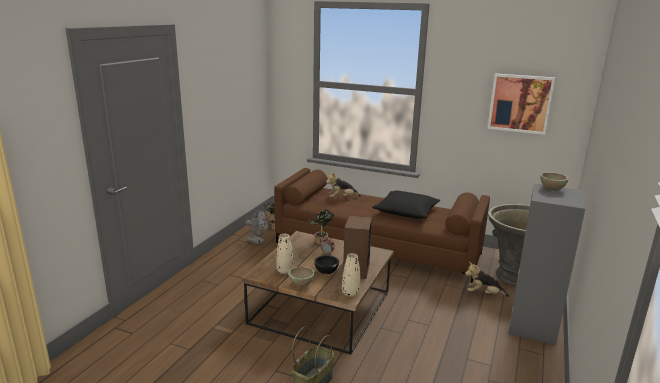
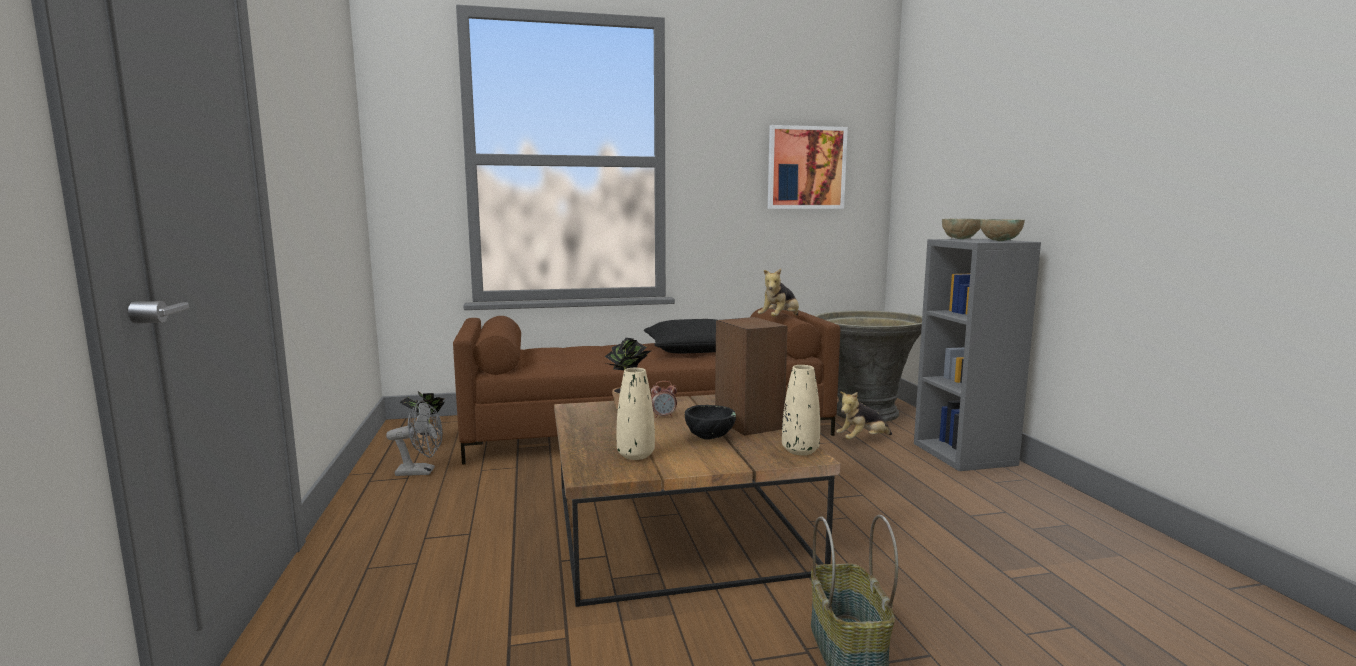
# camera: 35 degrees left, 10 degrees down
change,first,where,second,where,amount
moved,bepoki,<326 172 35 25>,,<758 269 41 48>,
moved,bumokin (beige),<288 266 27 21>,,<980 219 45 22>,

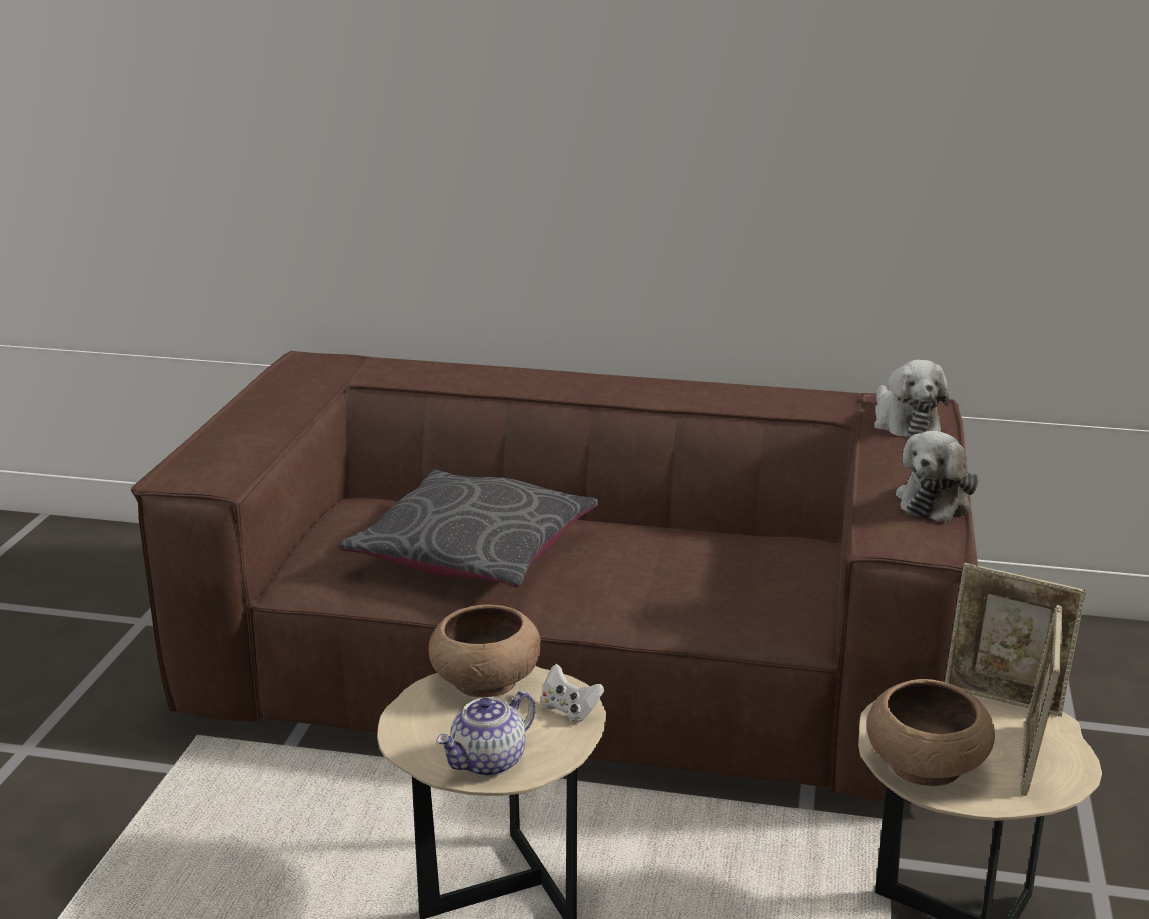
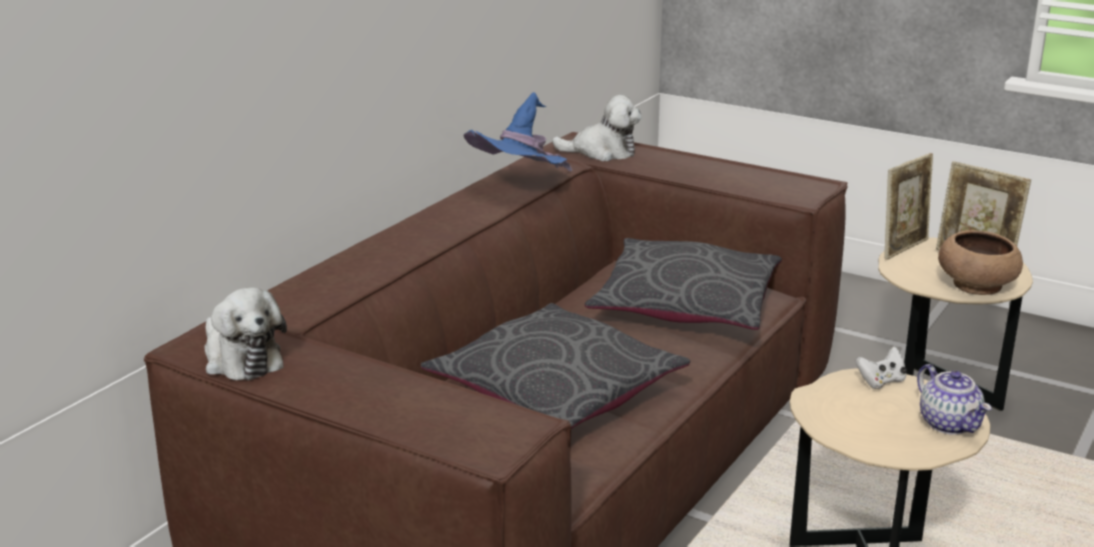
# camera: 70 degrees left, 0 degrees up
change,first,where,second,where,amount
moved,bepoki,<896 431 83 91>,,<204 287 83 93>,
removed,bumokin (brown),<428 605 113 92>,,,
added,,,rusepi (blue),<463 92 109 79>,
added,,,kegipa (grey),<585 238 197 92>,

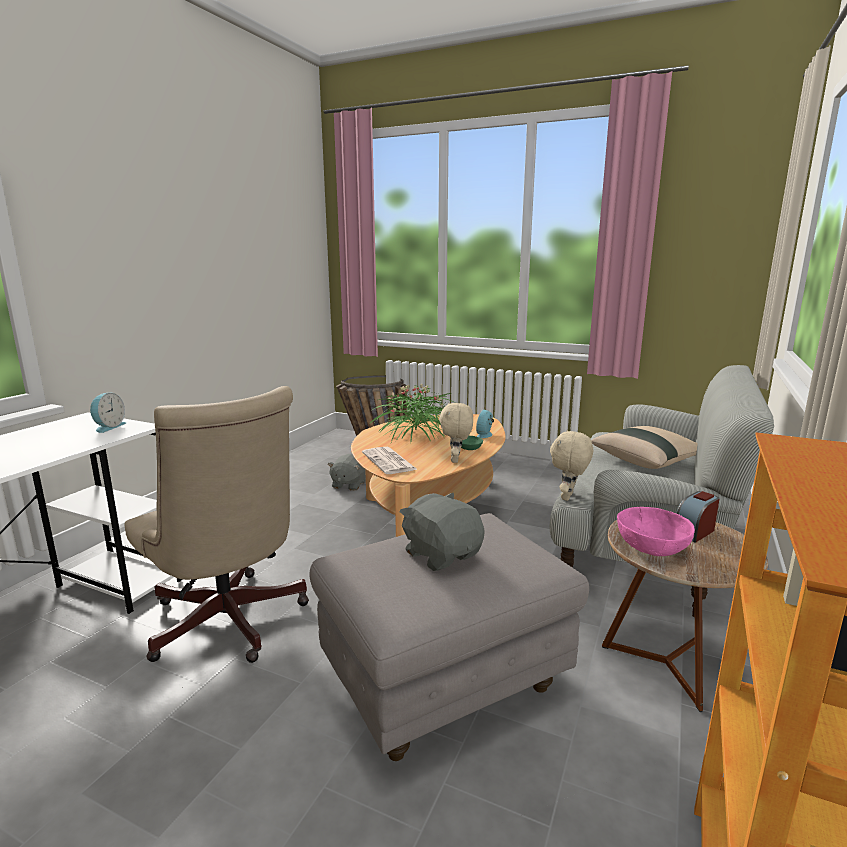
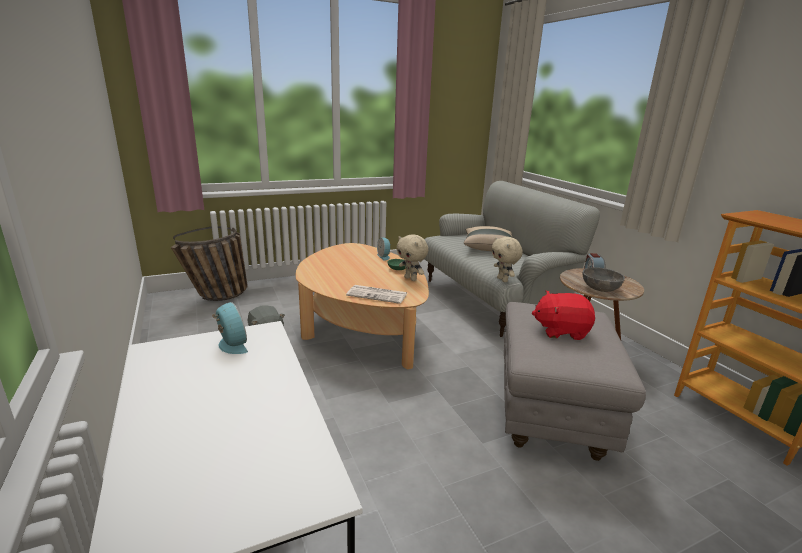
# camera: 50 degrees left, 5 degrees up
change,first,where,second,where,amount
removed,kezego,<369 384 84 59>,,,
removed,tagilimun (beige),<124 386 185 277>,,,
recoloured,bepoki (grey),<400 493 85 78>,bepoki (red),<532 291 63 49>,
recoloured,bumokin (pink),<617 506 78 50>,bumokin (grey),<583 267 42 25>,

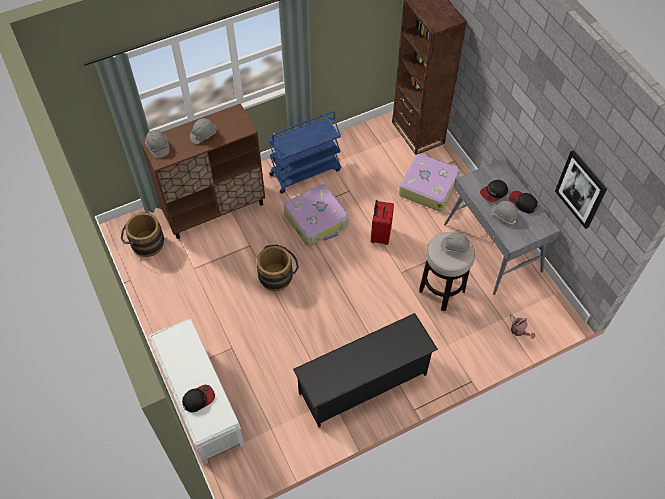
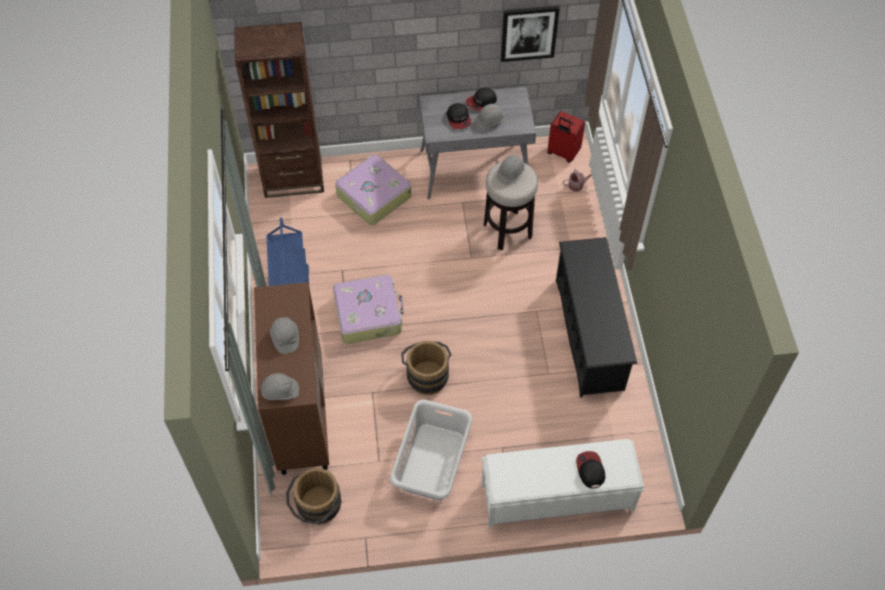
# camera: 70 degrees left, 0 degrees up
change,first,where,second,where,amount
moved,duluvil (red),<371 200 23 45>,,<547 111 38 52>,
added,,,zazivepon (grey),<390 400 82 100>,

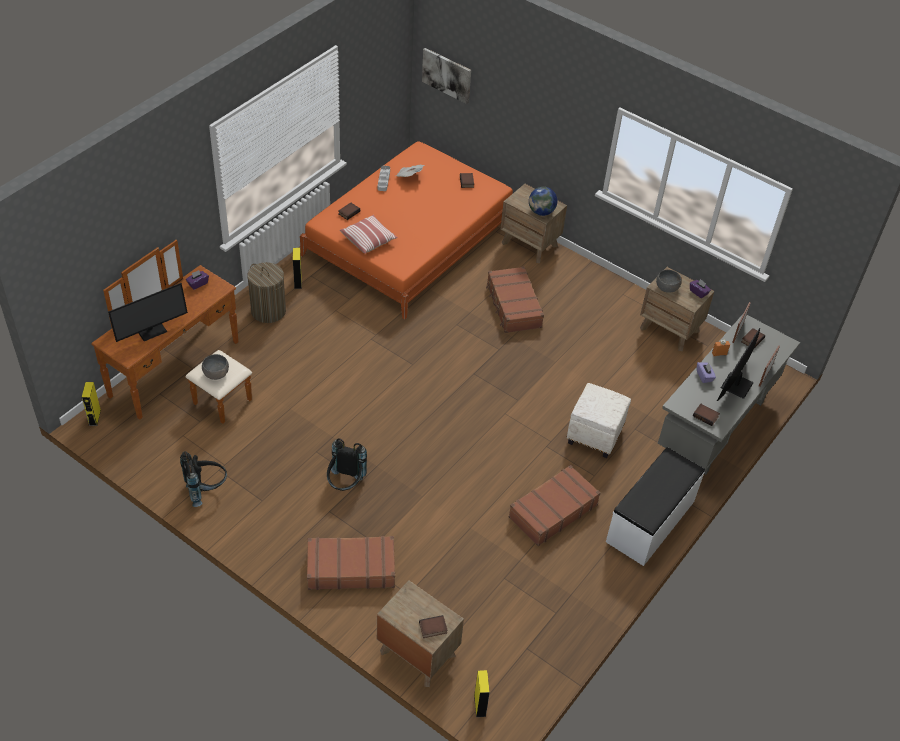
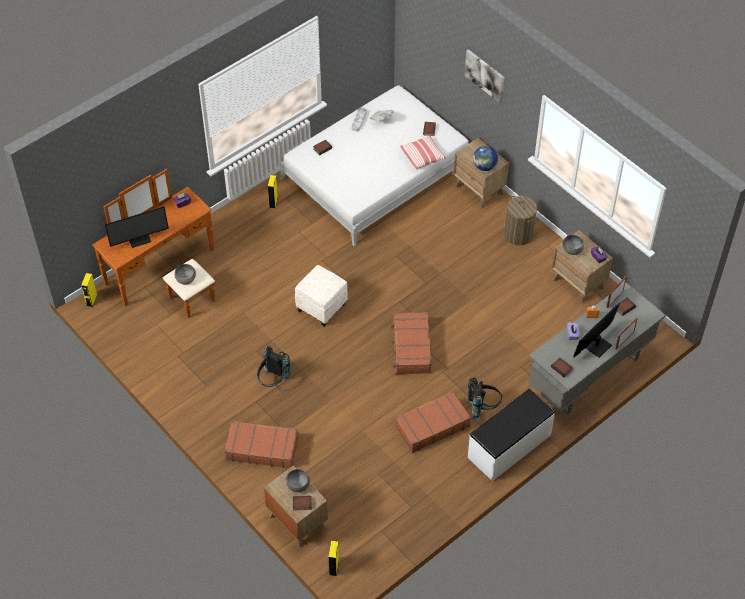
# camera: 15 degrees right, 5 degrees up
change,first,where,second,where,amount
moved,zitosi,<422 48 49 56>,,<465 49 40 54>,
recoloured,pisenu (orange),<300 141 213 179>,pisenu (white),<280 85 189 162>,
moved,kegipa,<340 215 58 39>,,<400 135 46 35>,
moved,zazivepon,<247 262 39 61>,,<504 196 33 49>,
moved,duluvil (brown),<486 266 58 67>,,<391 312 41 62>,
moved,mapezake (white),<567 383 64 75>,,<295 265 53 62>,
moved,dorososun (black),<180 451 47 56>,,<467 377 36 44>,
added,,,bumokin (grey),<286 469 24 23>,

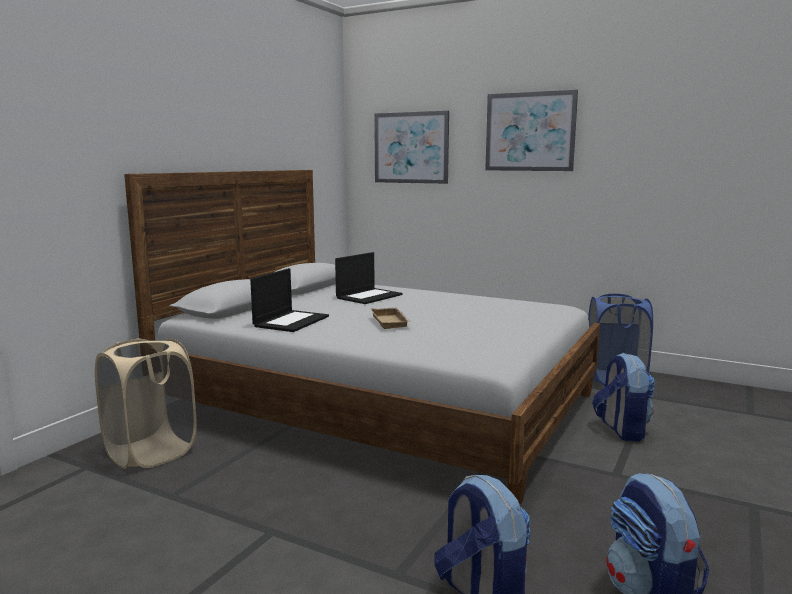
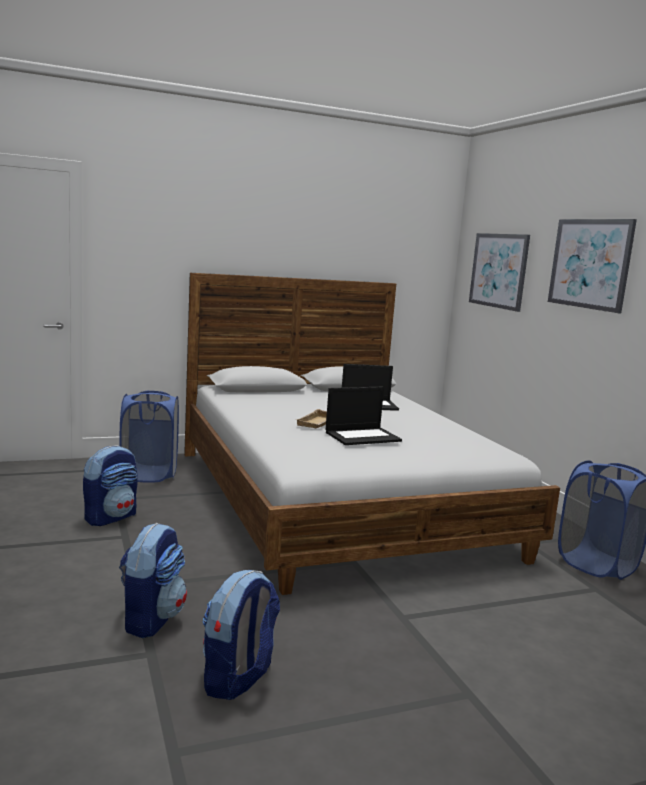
# camera: 40 degrees right, 0 degrees up
change,first,where,second,where,amount
moved,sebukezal,<250 268 79 64>,,<326 387 76 58>,
recoloured,zazivepon (beige),<95 338 102 131>,zazivepon (blue),<120 390 59 93>,
moved,dorososun,<592 353 63 89>,,<83 445 55 81>,

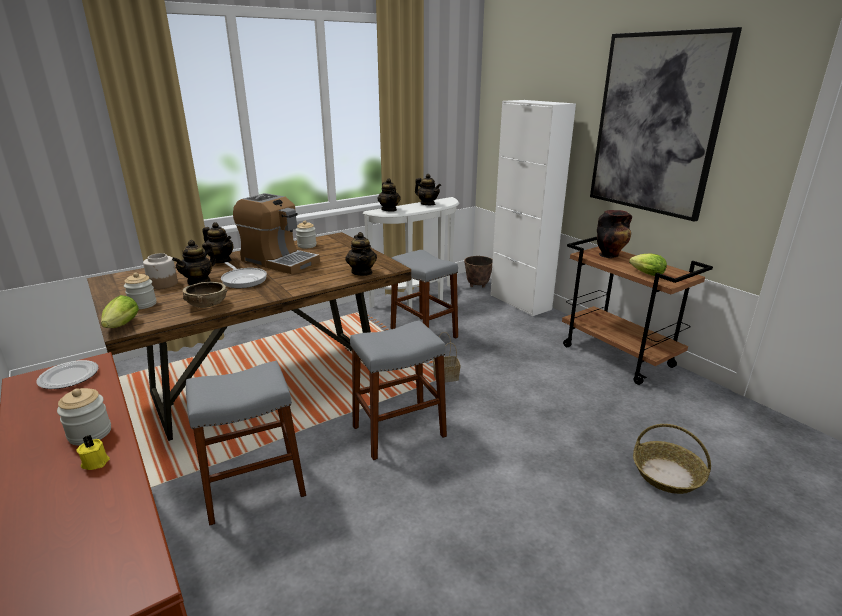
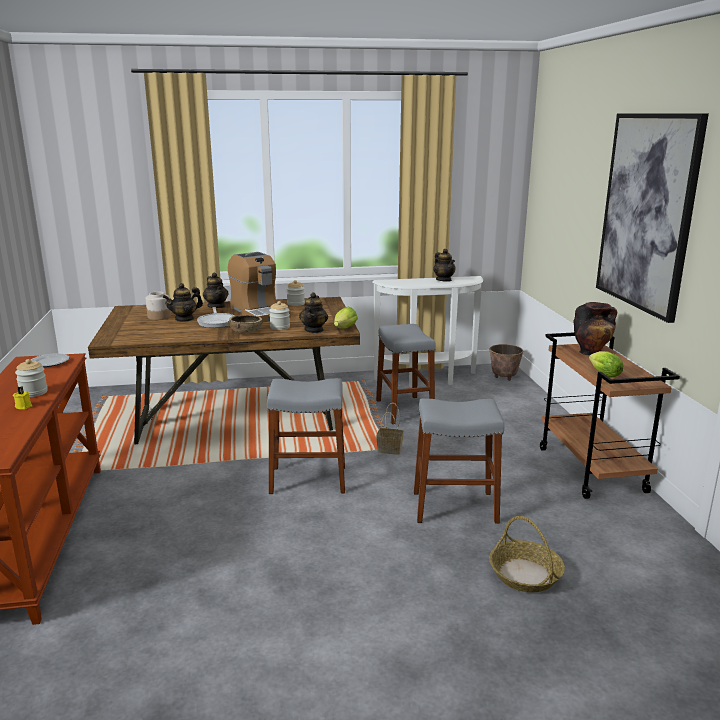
# camera: 25 degrees right, 5 degrees down
change,first,where,second,where,amount
removed,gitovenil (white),<490 100 86 216>,,,
removed,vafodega,<377 178 23 34>,,,
moved,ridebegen,<124 273 32 36>,,<269 301 21 29>,
moved,bumokin (brown),<183 282 44 26>,,<228 315 35 19>,
moved,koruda,<101 295 38 33>,,<334 307 24 22>,
moved,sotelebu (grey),<186 361 120 165>,,<414 399 90 125>,

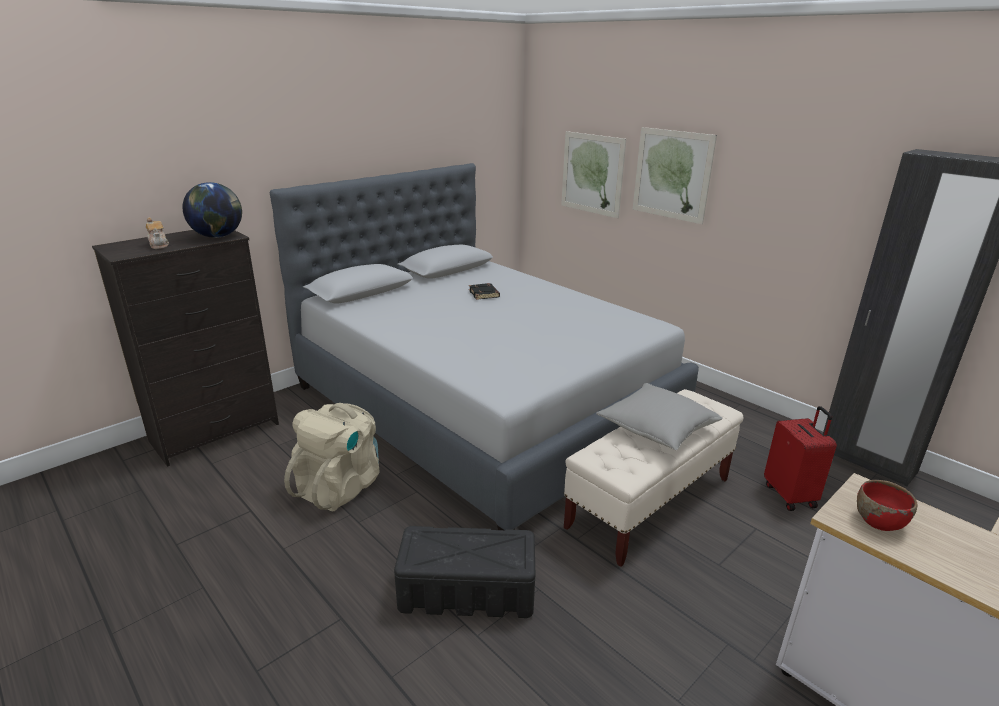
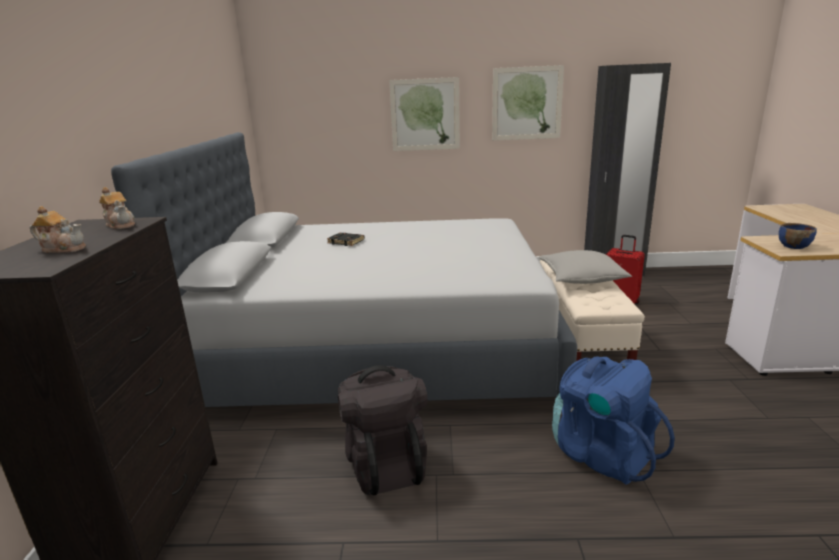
# camera: 45 degrees left, 5 degrees down
change,first,where,second,where,amount
moved,zitosi,<561 131 66 87>,,<492 65 72 76>,
replaced,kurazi,<183 182 59 56>,vafodega,<99 187 36 42>,
recoloured,dorososun (beige),<284 403 96 109>,dorososun (black),<338 365 90 130>,
recoloured,bumokin (red),<857 480 61 51>,bumokin (blue),<779 223 38 26>,
replaced,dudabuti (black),<394 526 141 92>,dorososun (blue),<552 356 123 129>,

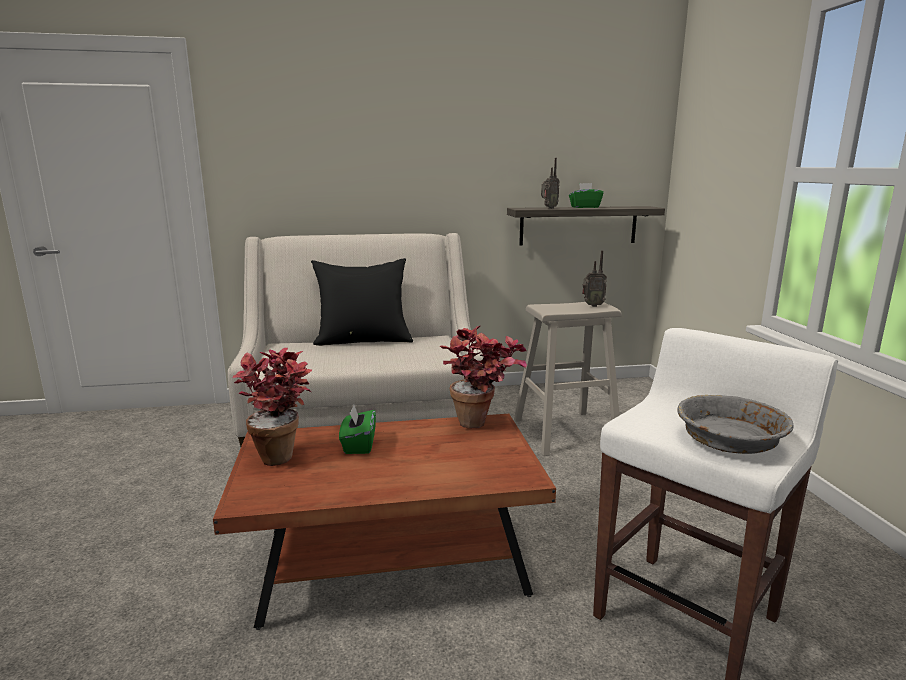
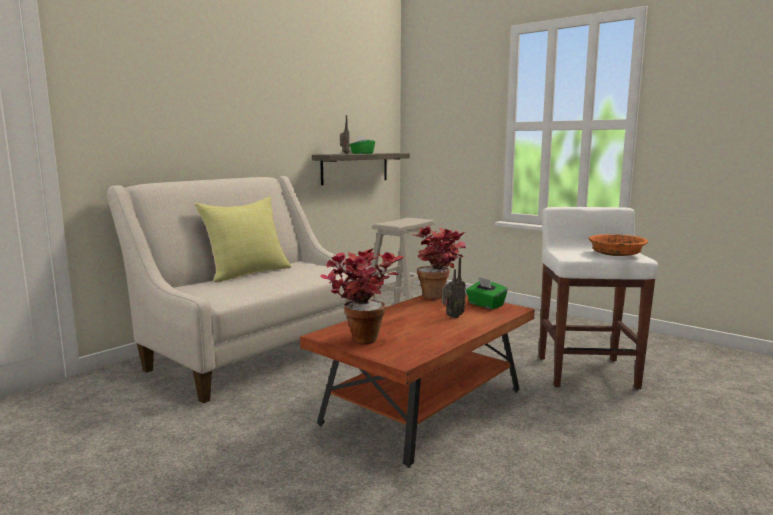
# camera: 40 degrees left, 5 degrees down
change,first,where,second,where,amount
moved,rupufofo,<582 250 25 57>,,<442 257 24 61>,
recoloured,kegipa (black),<311 258 102 88>,kegipa (yellow),<195 197 97 85>,
recoloured,bumokin (grey),<677 395 117 59>,bumokin (orange),<588 234 60 22>,
moved,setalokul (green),<339 405 37 49>,,<466 277 42 32>,

